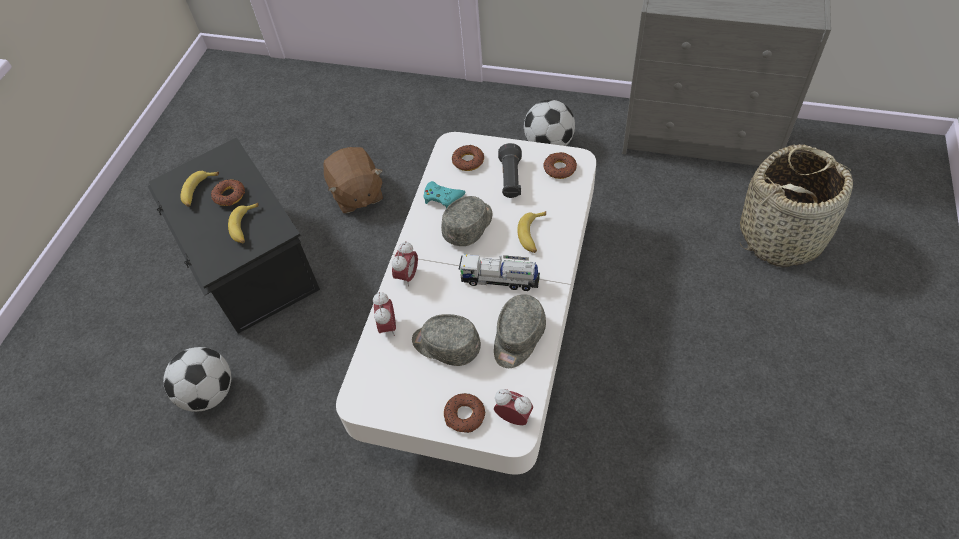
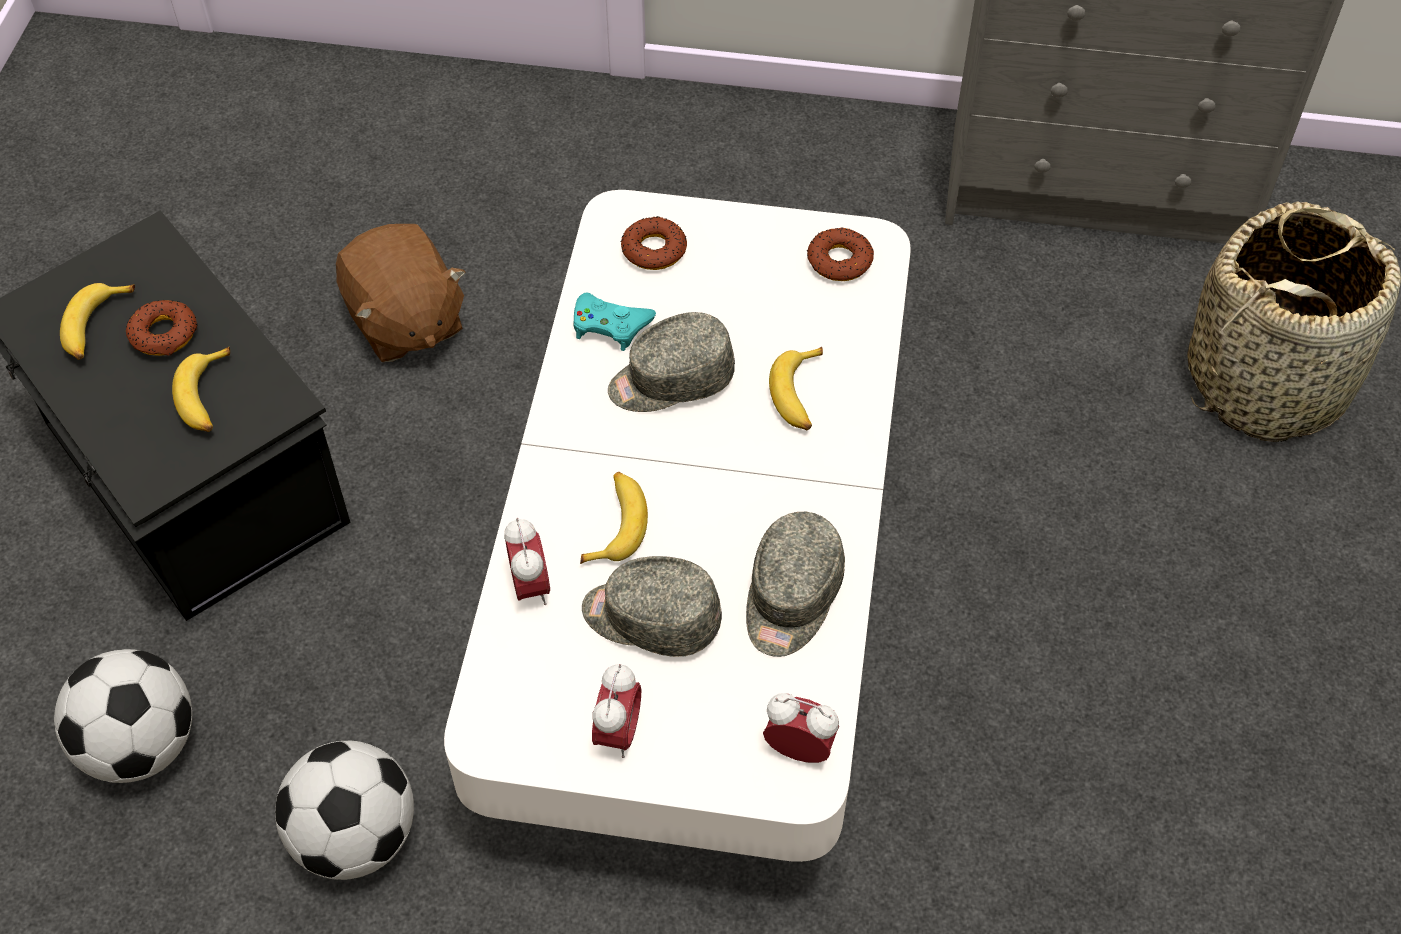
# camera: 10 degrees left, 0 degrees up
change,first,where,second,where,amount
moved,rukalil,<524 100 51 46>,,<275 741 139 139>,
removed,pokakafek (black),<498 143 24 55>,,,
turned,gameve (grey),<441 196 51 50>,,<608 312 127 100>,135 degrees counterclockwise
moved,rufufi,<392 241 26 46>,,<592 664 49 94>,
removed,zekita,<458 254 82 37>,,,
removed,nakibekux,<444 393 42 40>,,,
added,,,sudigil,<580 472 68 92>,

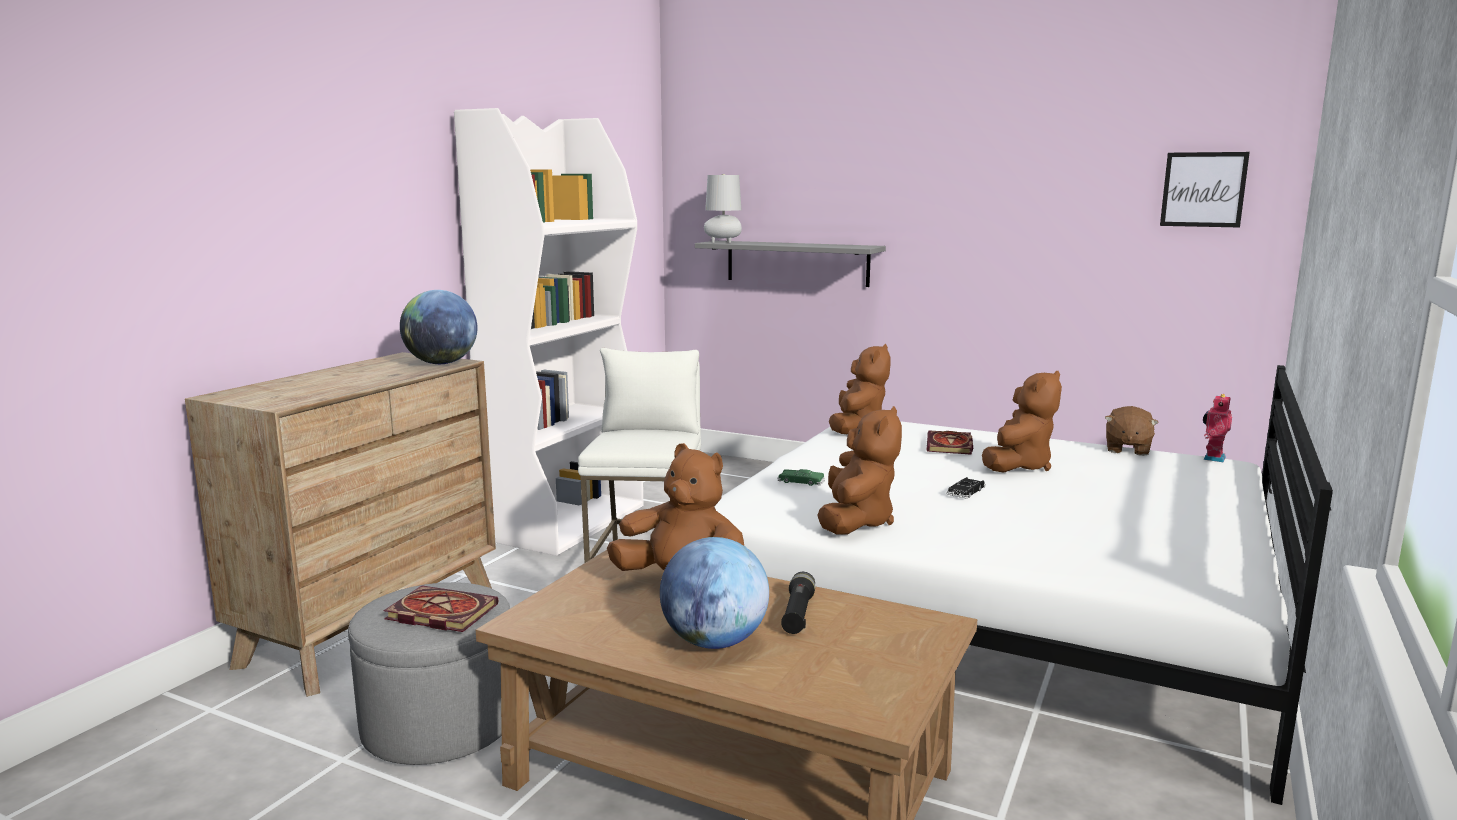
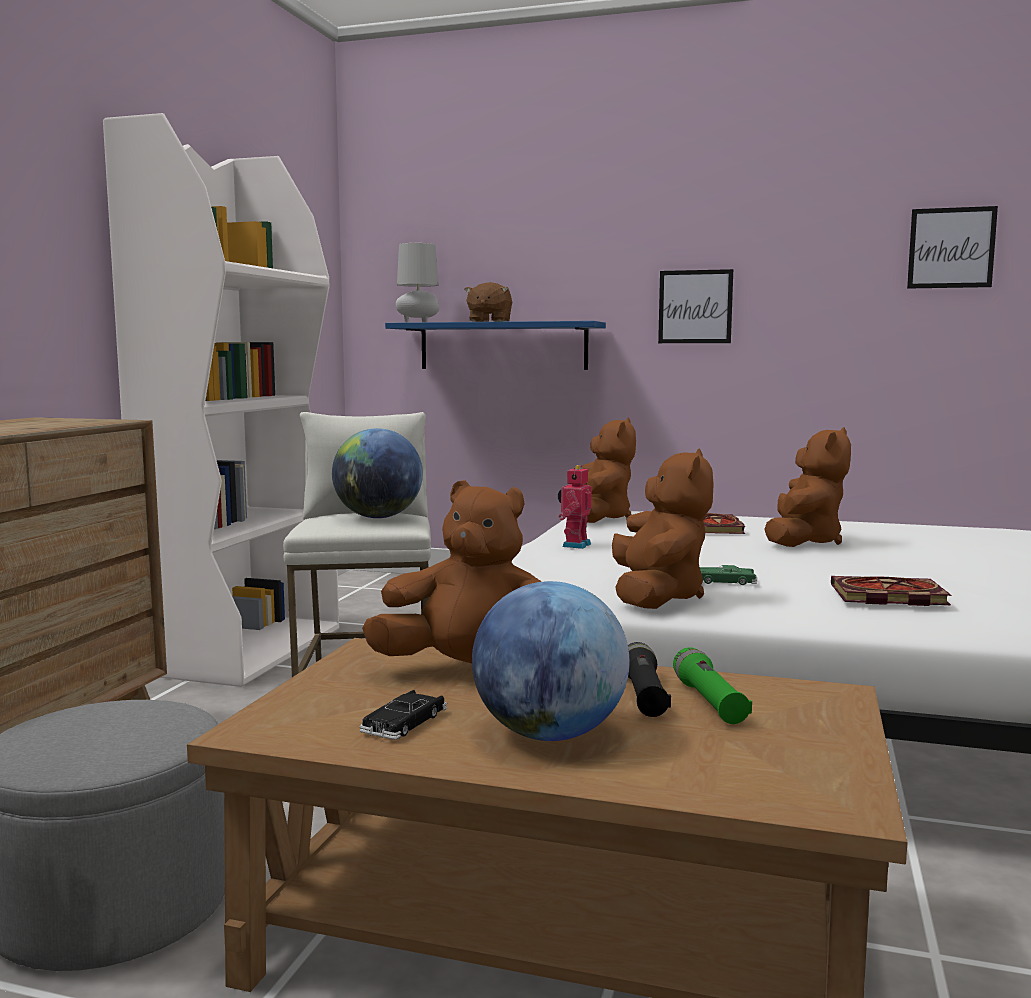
# camera: 10 degrees left, 5 degrees down
change,first,where,second,where,amount
recoloured,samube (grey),<695 241 191 46>,samube (blue),<385 321 221 49>,
moved,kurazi,<400 290 78 74>,,<332 428 91 90>,
moved,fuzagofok,<1203 394 29 68>,,<558 465 34 84>,
moved,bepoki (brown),<1105 406 54 50>,,<464 282 48 40>,
moved,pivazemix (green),<777 469 48 17>,,<700 565 57 20>,
moved,pivazemix (black),<947 477 39 22>,,<359 690 88 50>,
moved,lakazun,<383 586 115 46>,,<831 576 120 30>,
added,,,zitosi,<658 269 75 74>,
added,,,pokakafek (green),<673 647 79 77>,

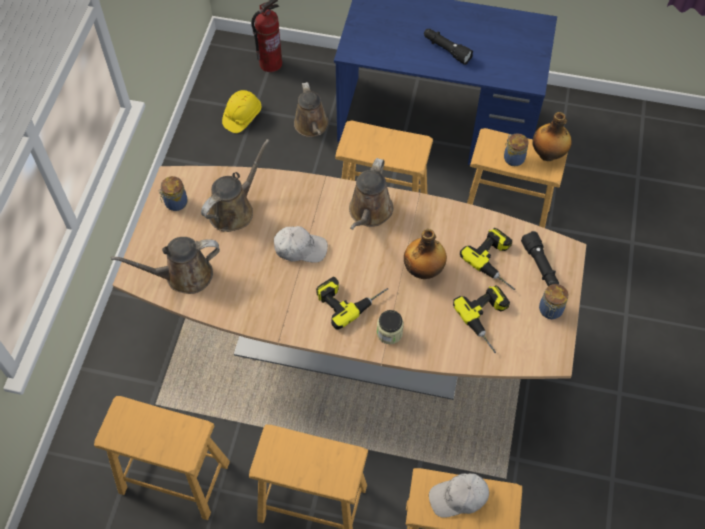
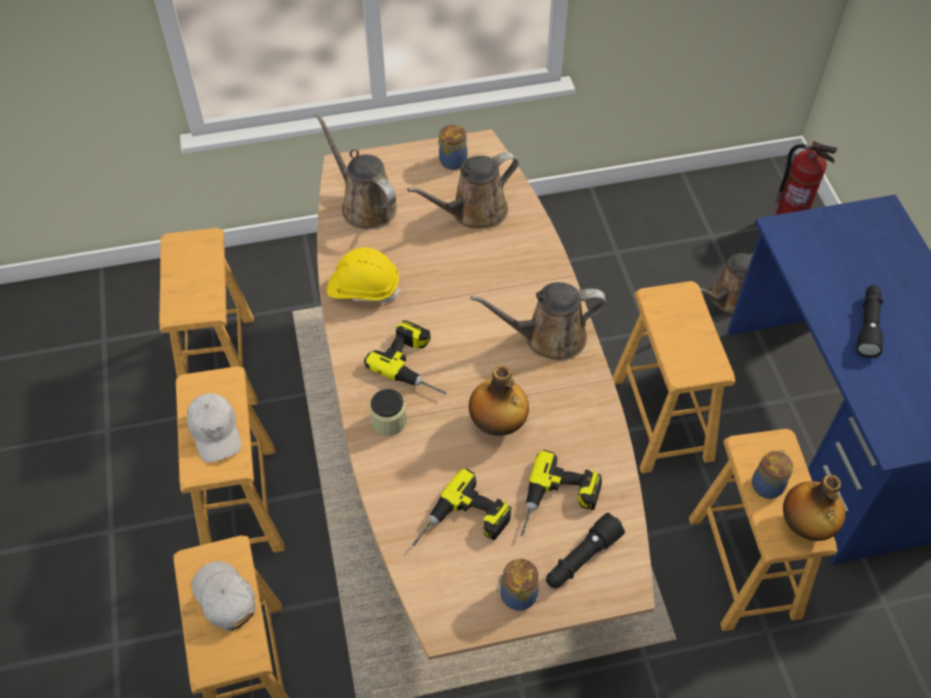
# camera: 65 degrees right, 5 degrees down
change,first,where,second,where,amount
moved,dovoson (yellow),<222 90 39 43>,,<327 248 74 54>,
turned,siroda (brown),<201 139 69 93>,,<407 152 112 77>,135 degrees clockwise
moved,gameve (white),<274 226 54 37>,,<187 393 54 69>,

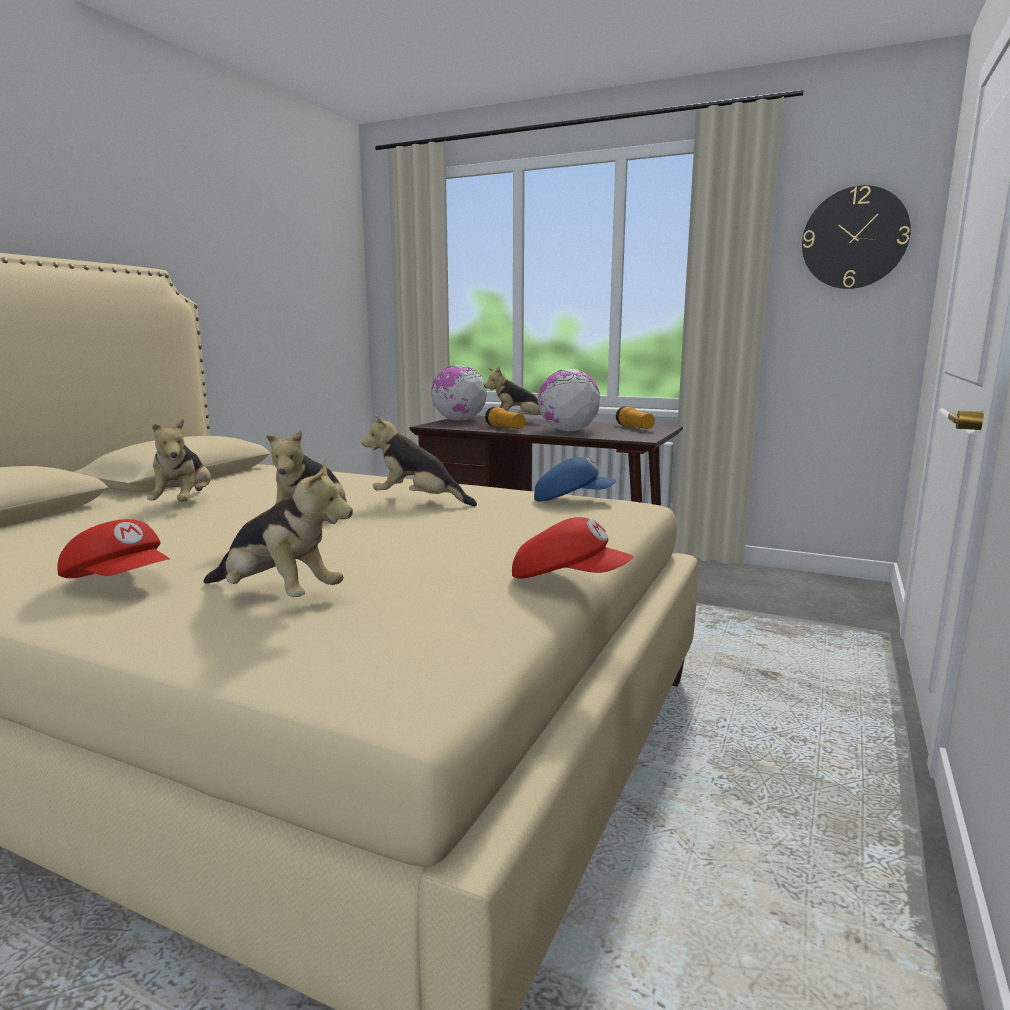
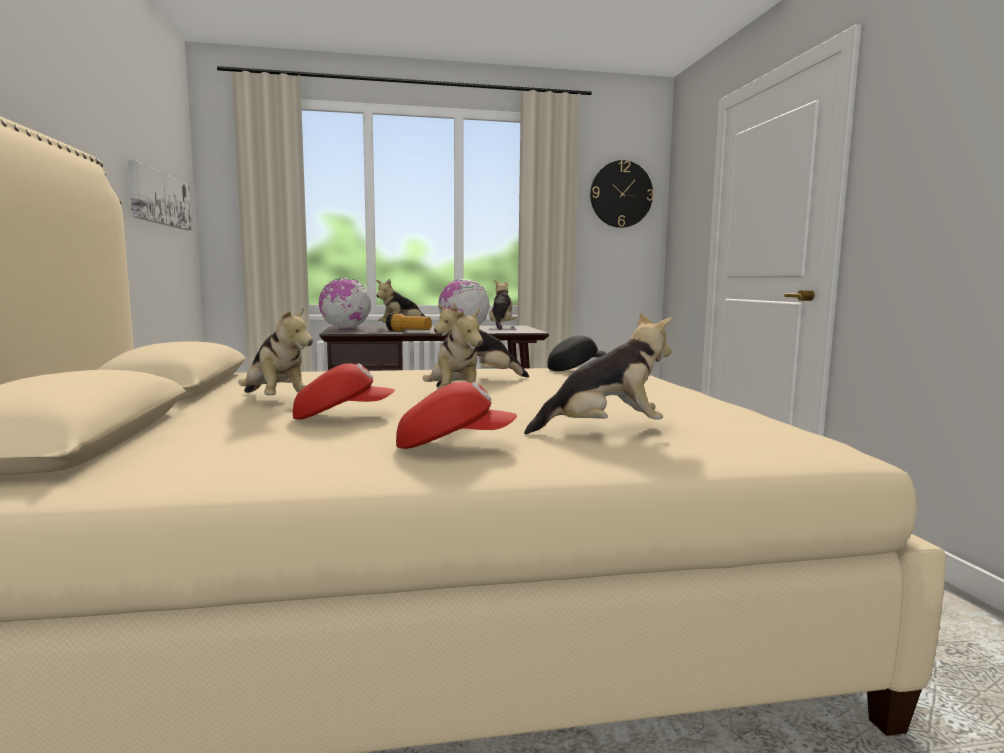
# camera: 35 degrees left, 5 degrees down
change,first,where,second,where,amount
replaced,pokakafek,<616 406 39 23>,bepoki,<489 280 28 50>,
recoloured,gameve (blue),<534 457 82 45>,gameve (black),<547 335 59 36>,
moved,gameve (red),<512 517 121 62>,,<293 363 102 56>,
added,,,zitosi,<127 160 65 70>,

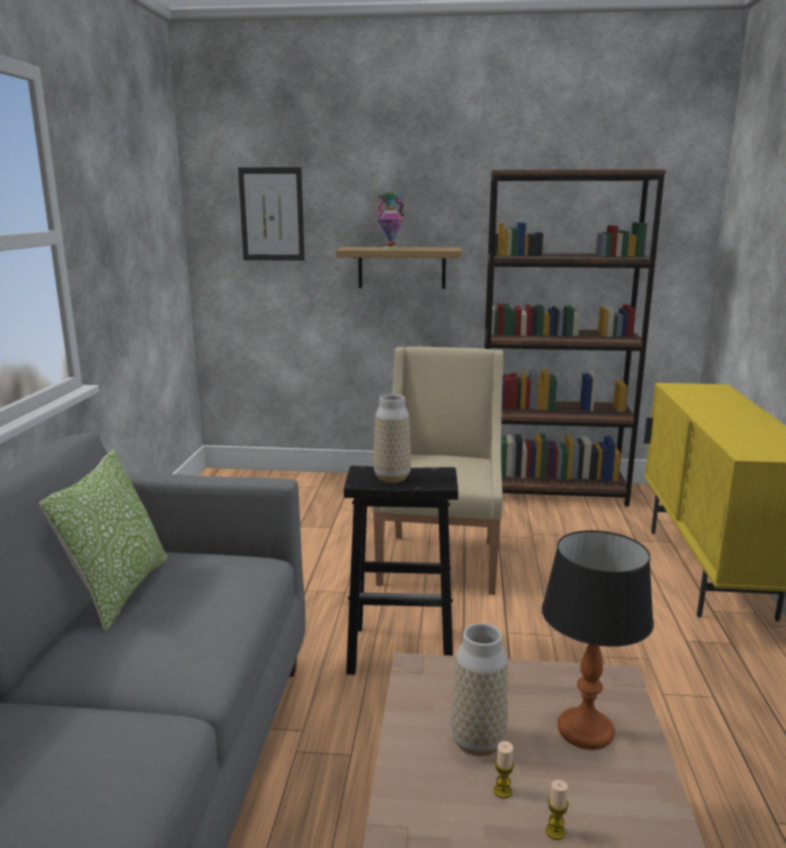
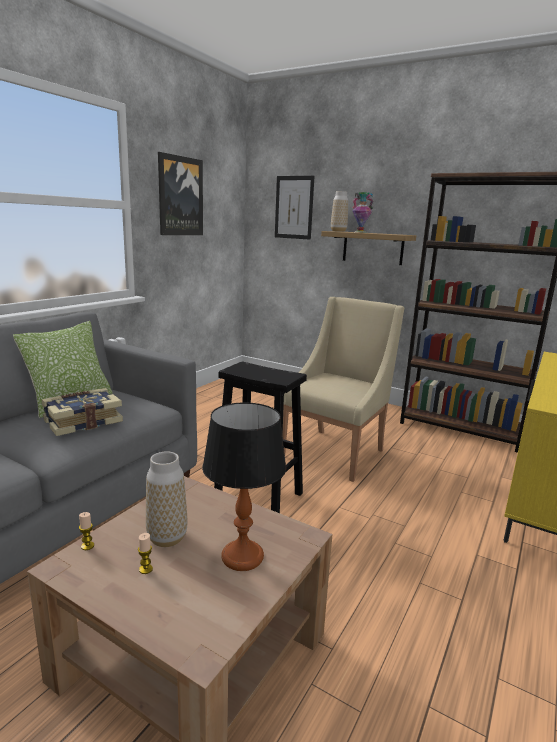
# camera: 25 degrees right, 0 degrees up
change,first,where,second,where,amount
moved,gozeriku,<373 394 38 89>,,<331 191 17 41>,
moved,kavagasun,<546 780 23 60>,,<79 512 15 38>,
added,,,zitosi,<158 152 45 83>,
added,,,lakazun,<42 388 81 48>,

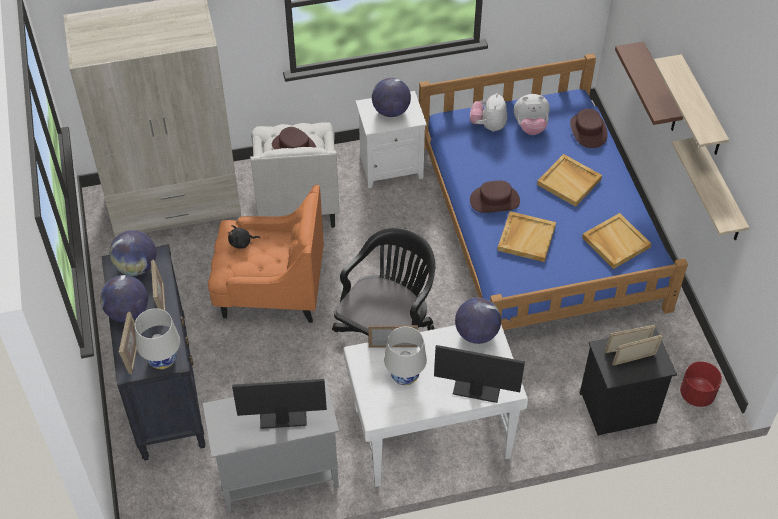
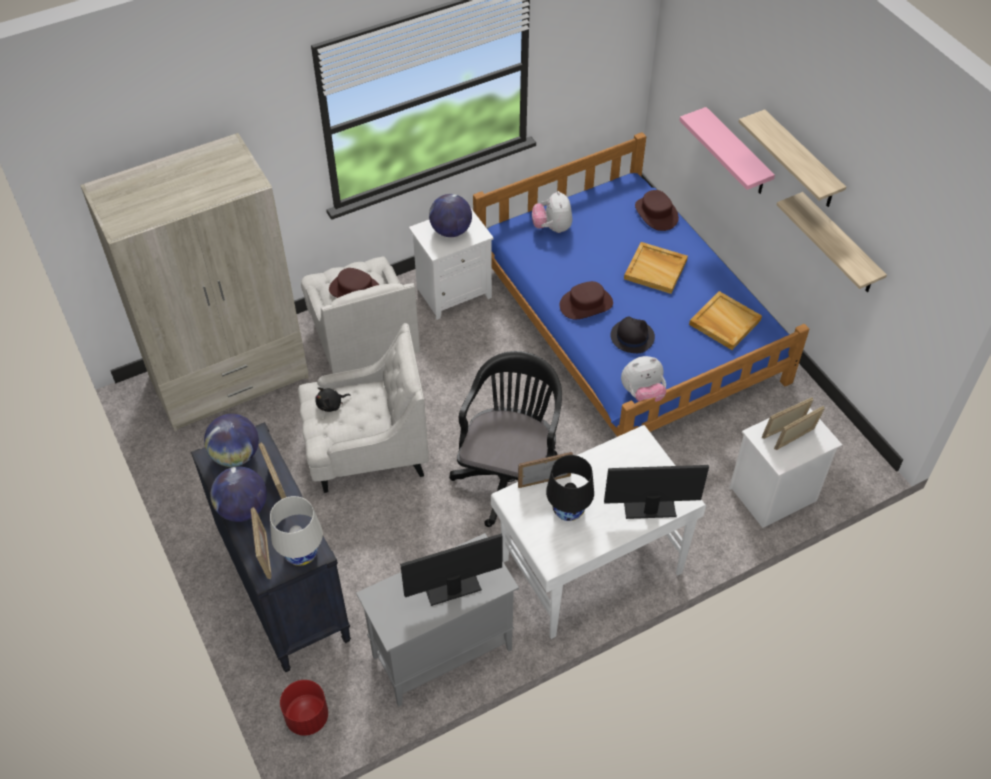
# camera: 15 degrees left, 0 degrees up
change,first,where,second,where,amount
recoloured,samube (brown),<615 41 68 90>,samube (pink),<679 107 96 87>,
moved,bepoki,<514 94 36 41>,,<621 356 45 46>,
recoloured,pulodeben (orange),<208 185 116 138>,pulodeben (white),<298 323 131 170>,
replaced,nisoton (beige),<497 211 59 51>,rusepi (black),<610 316 45 37>,
removed,kurazi,<455 298 46 46>,,,
recoloured,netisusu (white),<384 326 43 59>,netisusu (black),<546 455 48 66>,
recoloured,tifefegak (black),<580 328 97 108>,tifefegak (white),<729 408 113 120>,
moved,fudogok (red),<680 361 42 46>,,<280 680 48 56>,

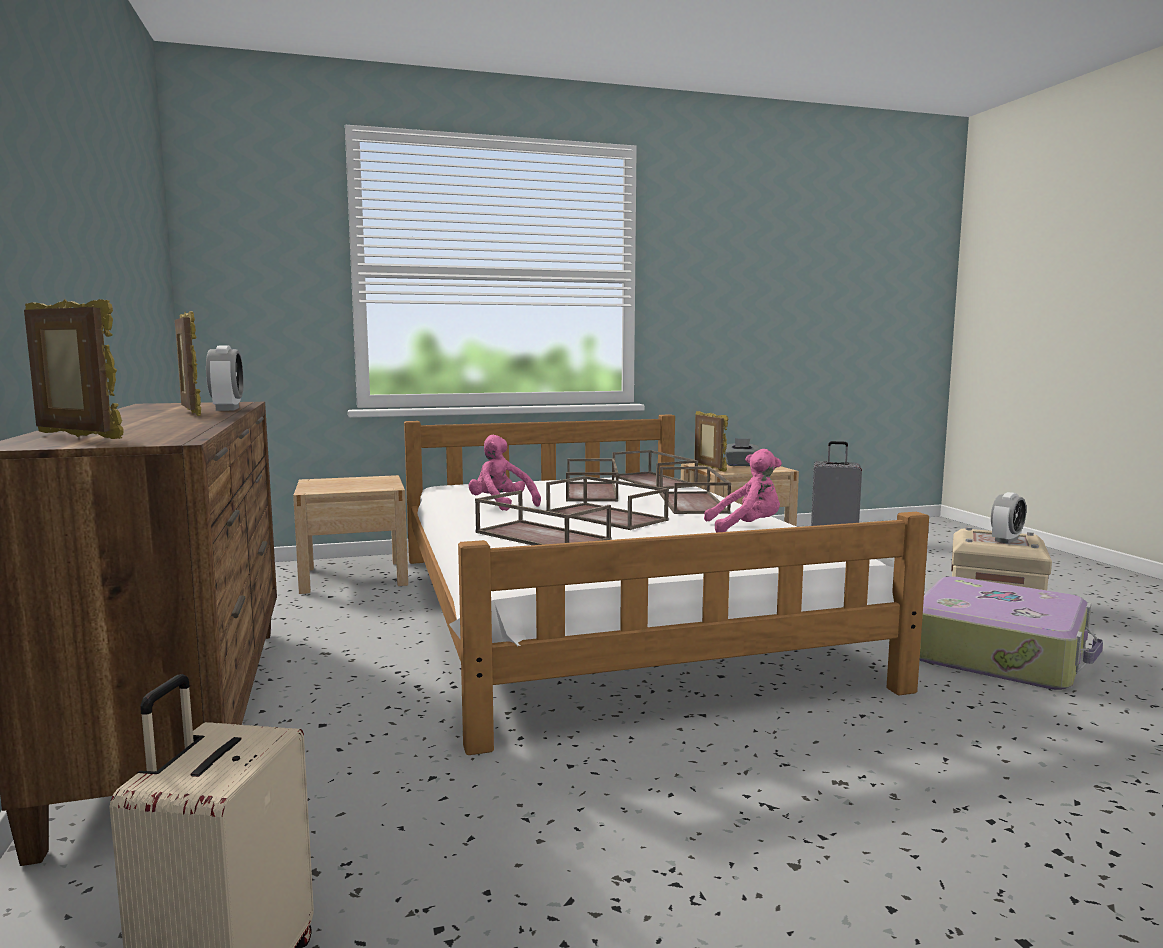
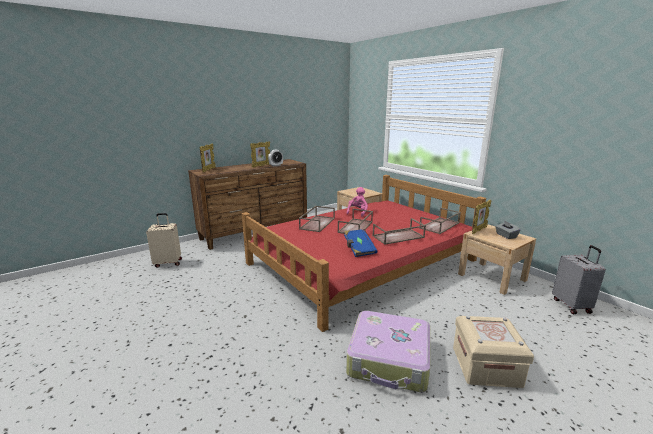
# camera: 70 degrees right, 10 degrees up
change,first,where,second,where,amount
recoloured,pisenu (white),<404 414 525 341>,pisenu (red),<242 175 244 157>,
replaced,bepoki (pink),<704 449 78 84>,lakazun (blue),<344 229 34 28>,
removed,nisoton (brown),<566 459 52 42>,,,
removed,rufufi,<991 492 35 52>,,,

